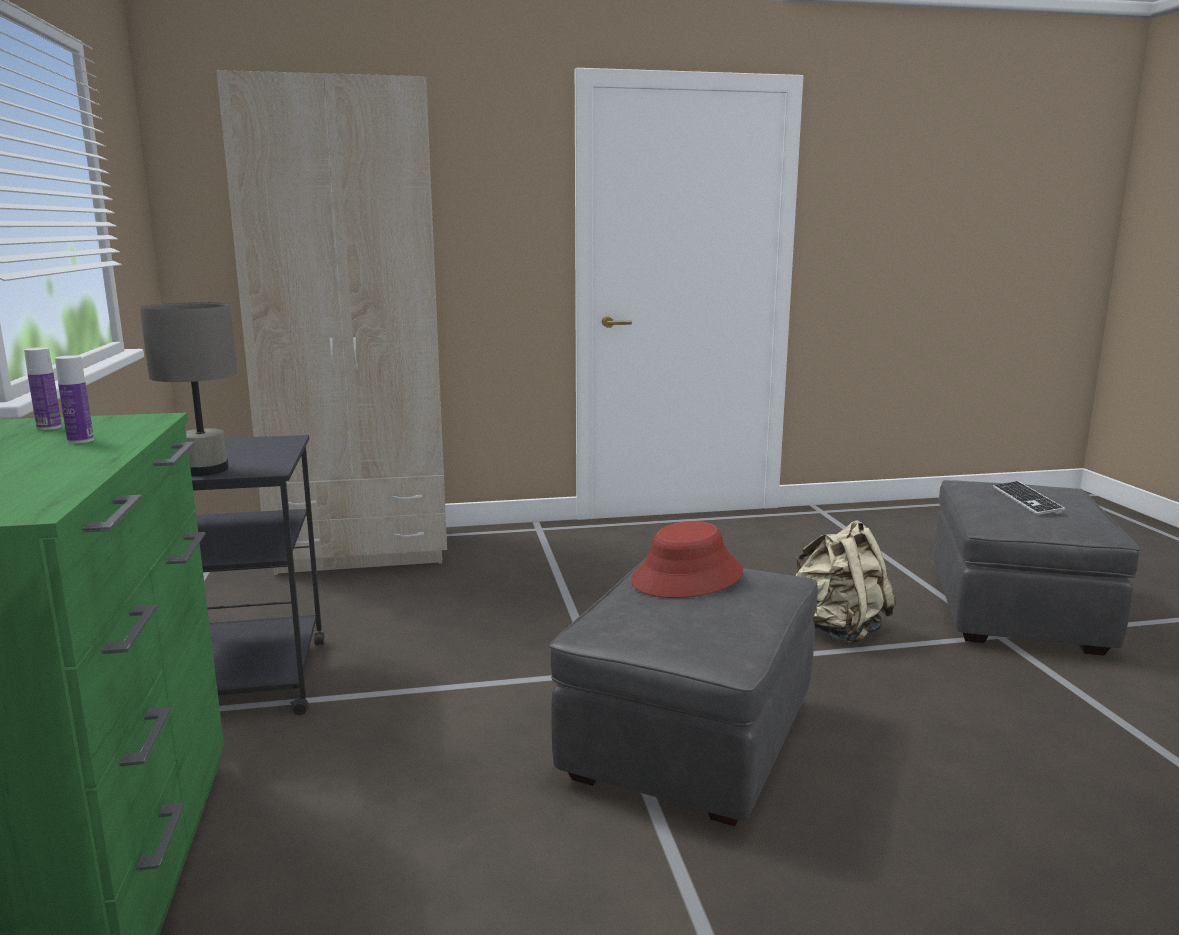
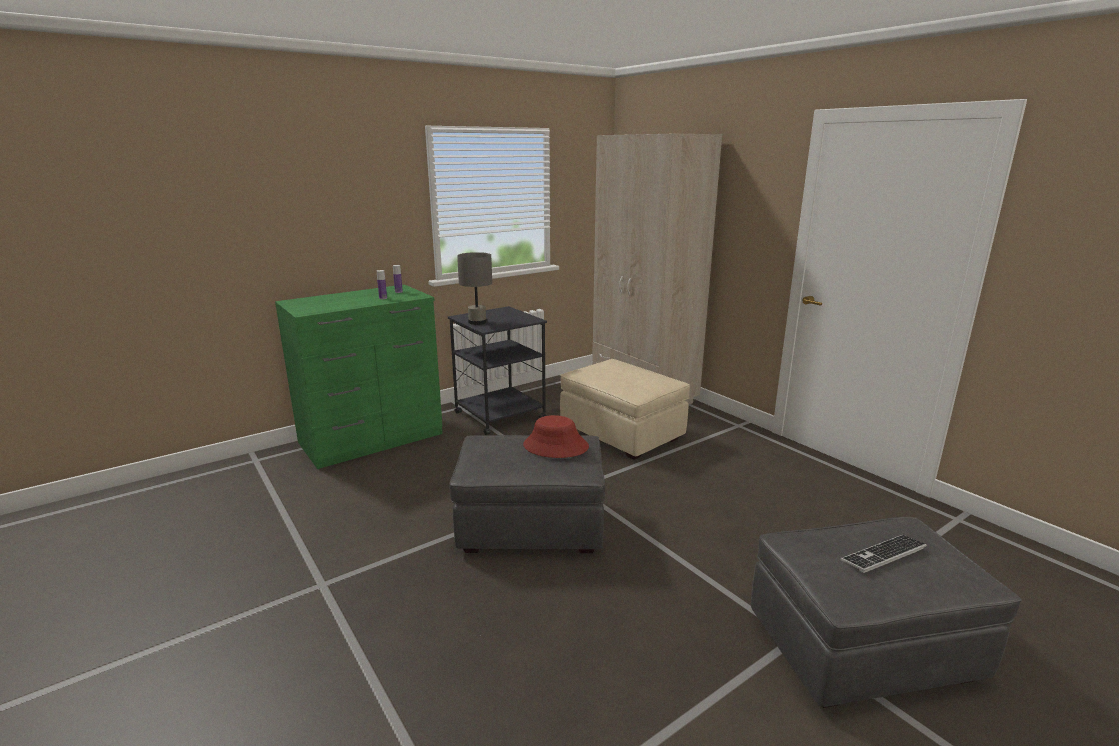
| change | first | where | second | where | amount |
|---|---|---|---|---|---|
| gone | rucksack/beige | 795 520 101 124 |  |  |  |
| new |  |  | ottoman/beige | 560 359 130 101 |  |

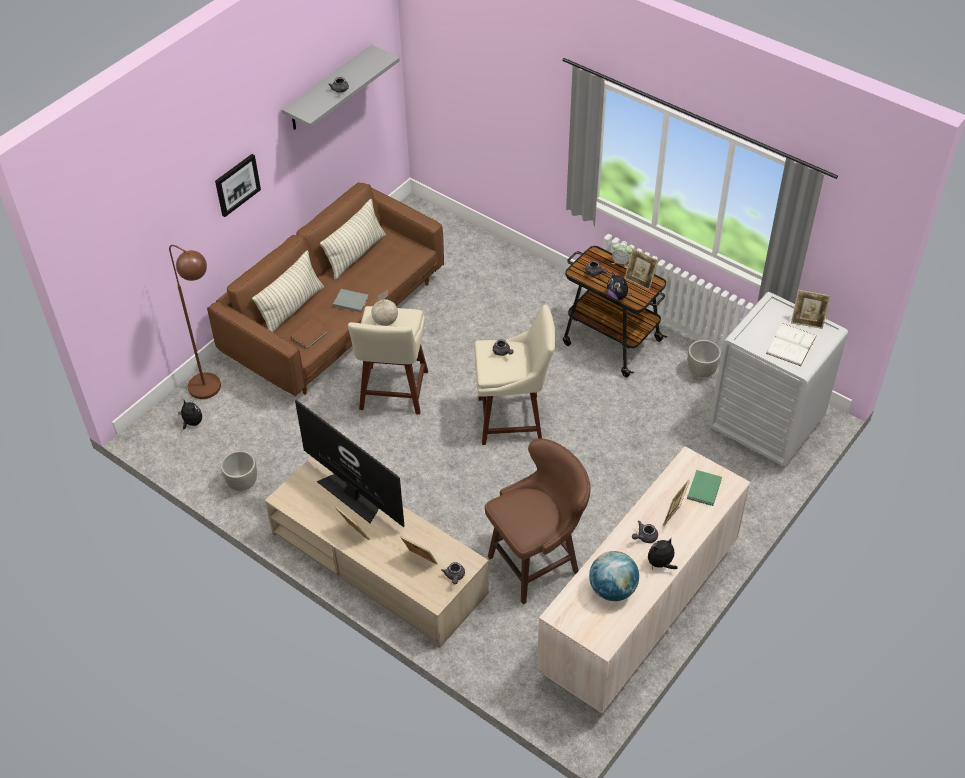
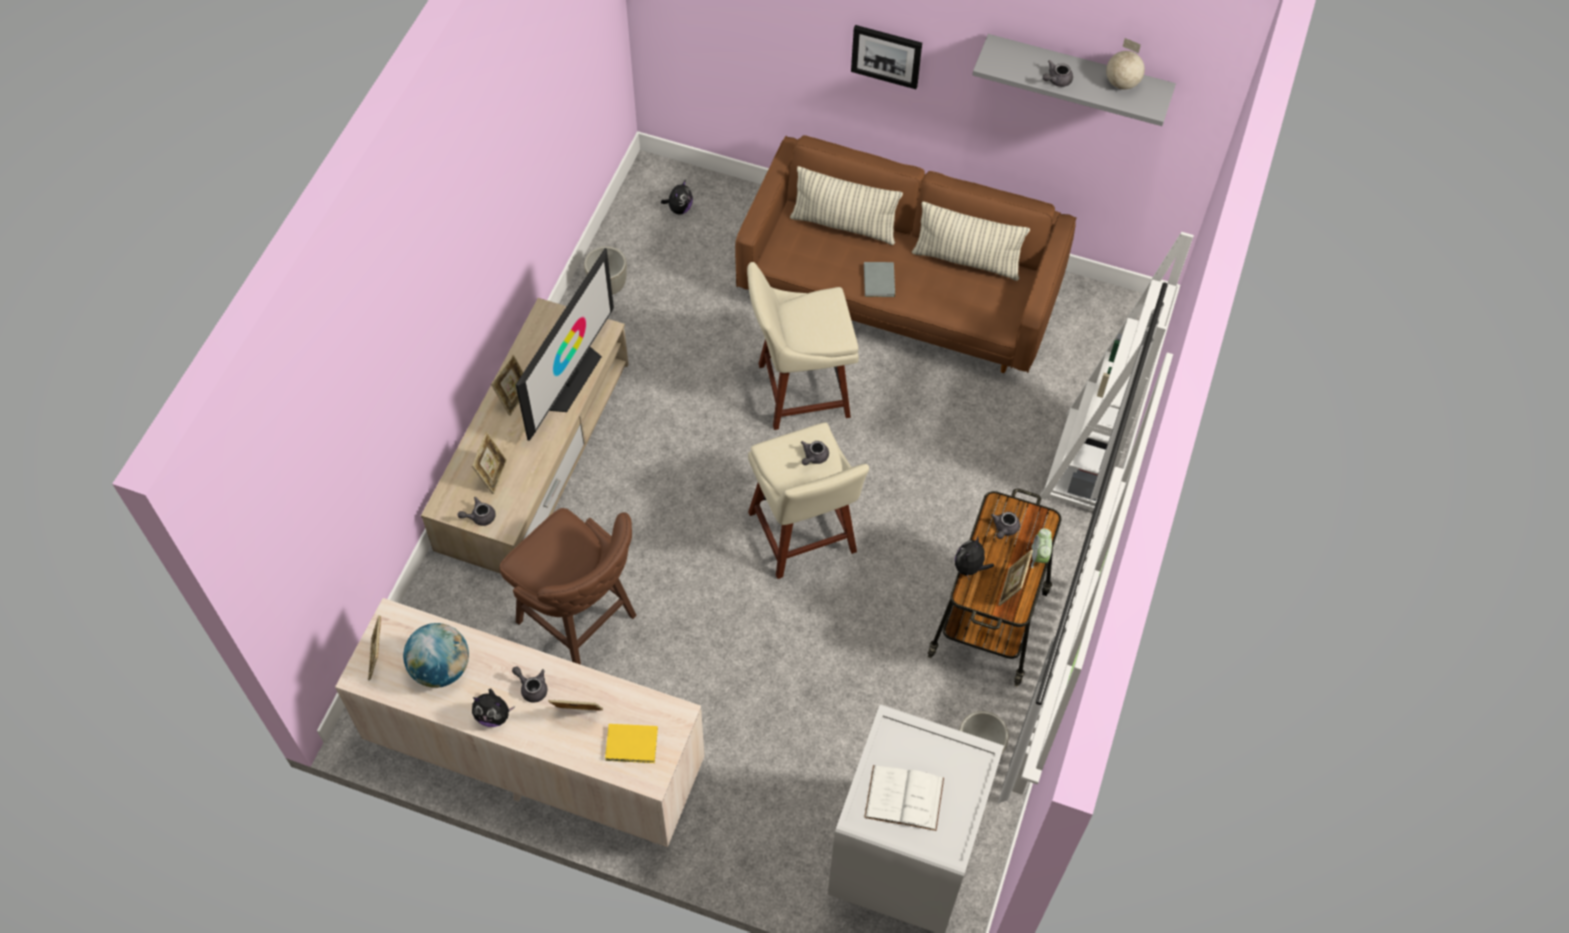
| change | first | where | second | where | amount |
|---|---|---|---|---|---|
| gone | standing lamp/brownish | 169 245 52 154 |  |  |  |
| gone | volume/brownish | 291 320 37 29 |  |  |  |
| new |  |  | bookcase/whitish | 1040 232 154 284 |  |
| shifted | globe | 371 290 27 36 |  | 1106 38 39 51 |  |
| shifted | picture frame | 791 290 39 39 |  | 368 615 13 65 |  |
| repainted | volume/green-coloured | 687 470 35 36 | volume/yellow-coloured | 605 724 53 39 |  |
| rotated | cuddly toy | 648 538 30 32 |  | 472 688 43 39 | 150 degrees clockwise |

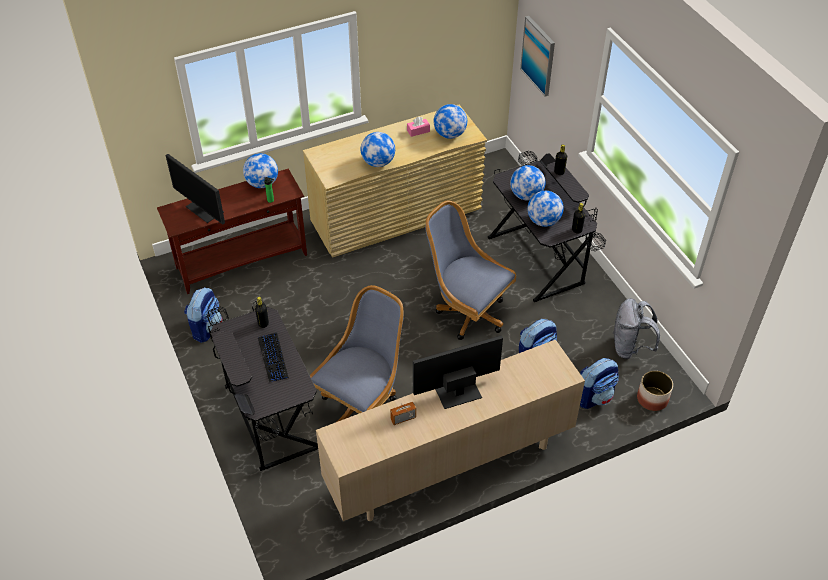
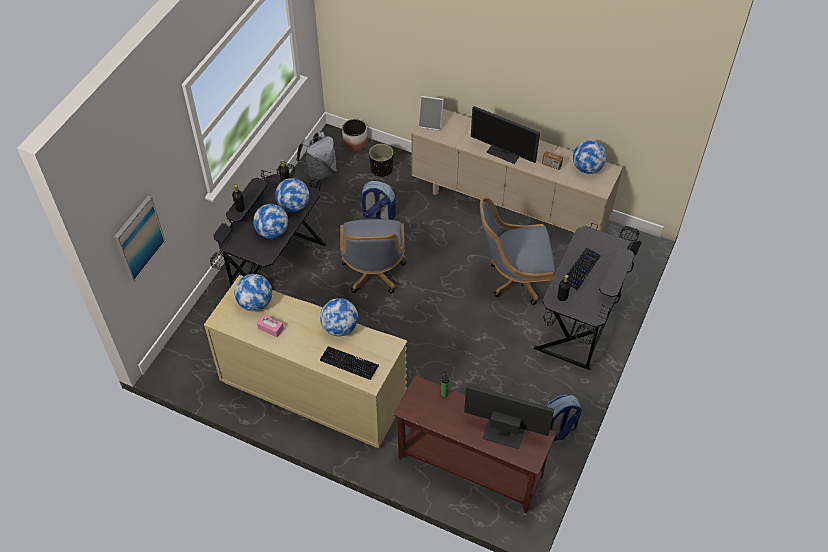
| change | first | where | second | where | amount |
|---|---|---|---|---|---|
| new |  |  | PC keyboard | 320 346 59 34 |  |
| new |  |  | picture frame | 418 95 26 36 |  |
| shifted | globe | 243 153 35 35 |  | 573 140 34 34 |  |
| swapped | rucksack | 580 358 39 51 | flower pot/black | 369 144 24 33 |  |
| rotated | computer screen | 165 154 60 71 |  | 464 385 90 64 | 75 degrees counterclockwise |

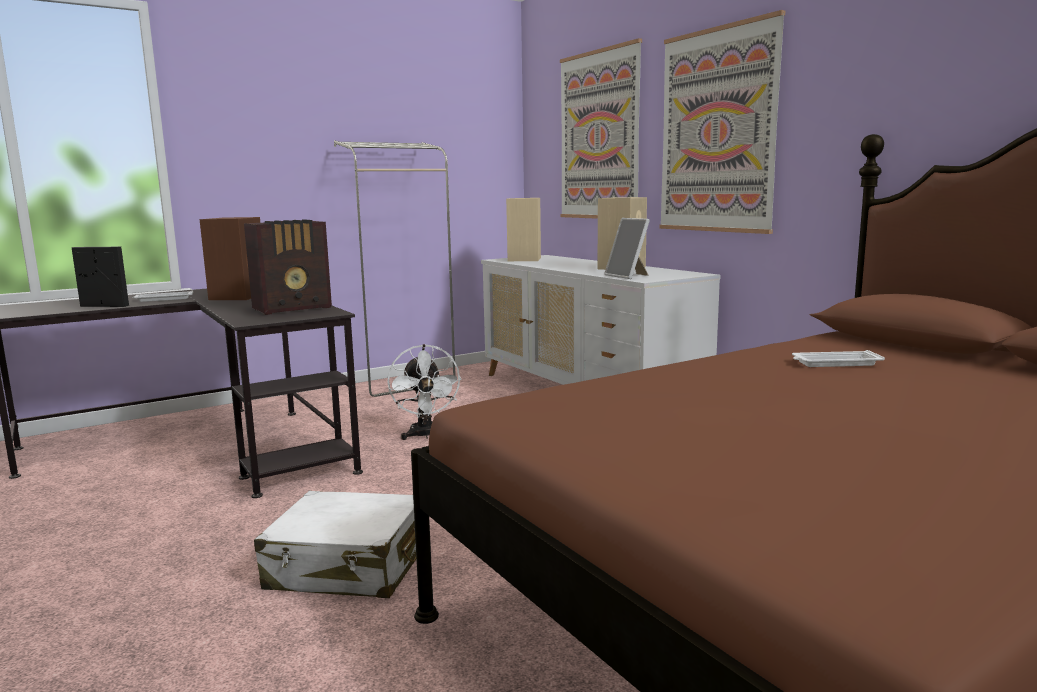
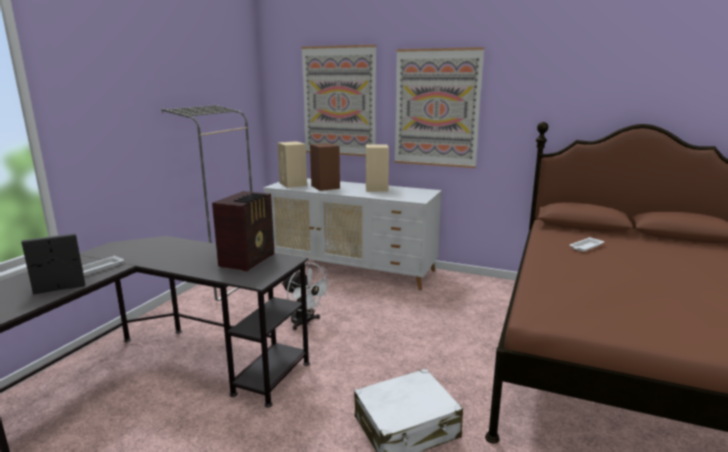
| change | first | where | second | where | amount |
|---|---|---|---|---|---|
| gone | picture frame | 604 218 46 61 |  |  |  |
| shifted | speaker/brownish | 200 217 60 83 |  | 310 143 30 48 |  |

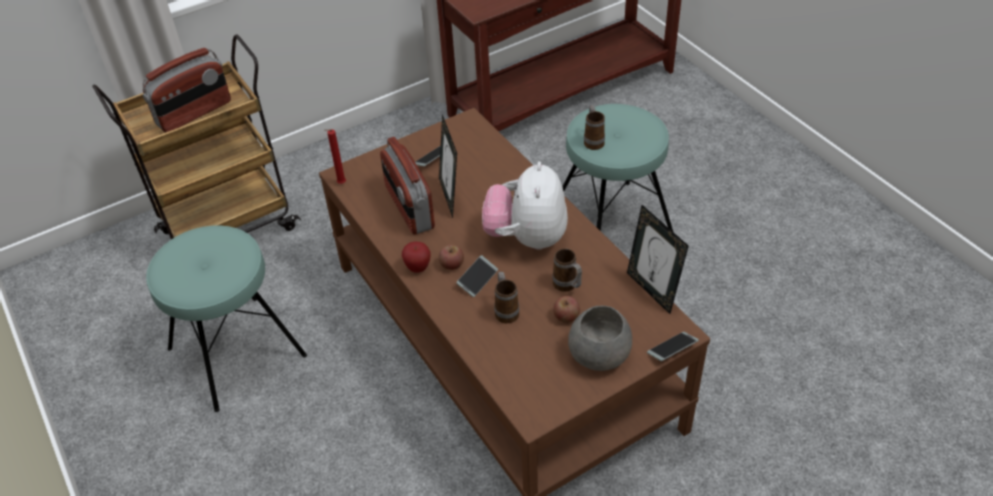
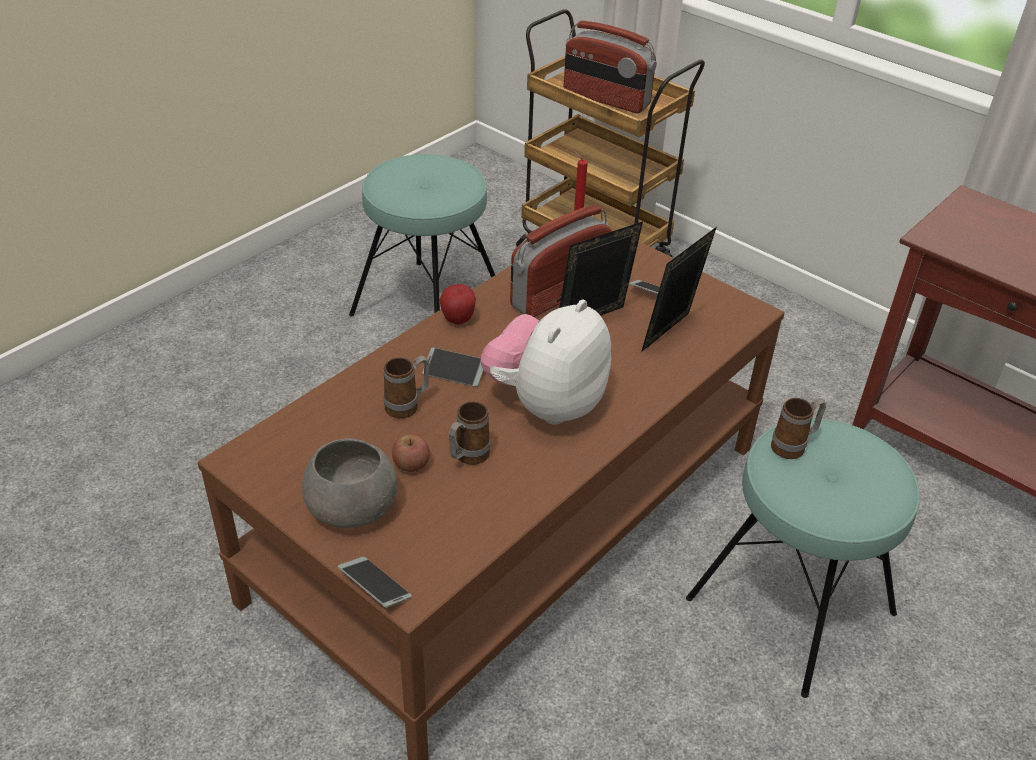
| change | first | where | second | where | amount |
|---|---|---|---|---|---|
| gone | whole apple | 439 245 25 25 |  |  |  |
| shifted | picture frame | 627 205 62 109 |  | 641 227 75 125 |  |
| rotated | cuddly toy | 482 161 86 89 |  | 481 300 131 125 | 45 degrees counterclockwise |

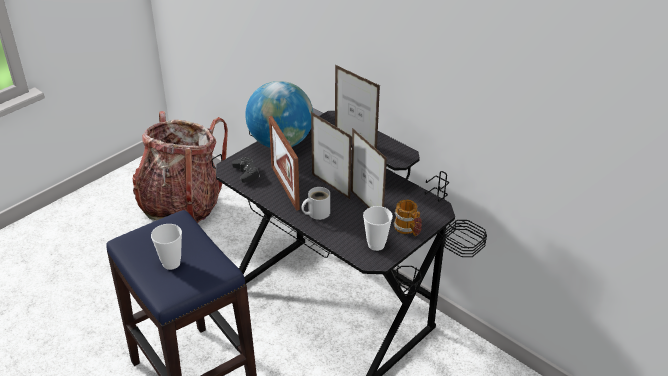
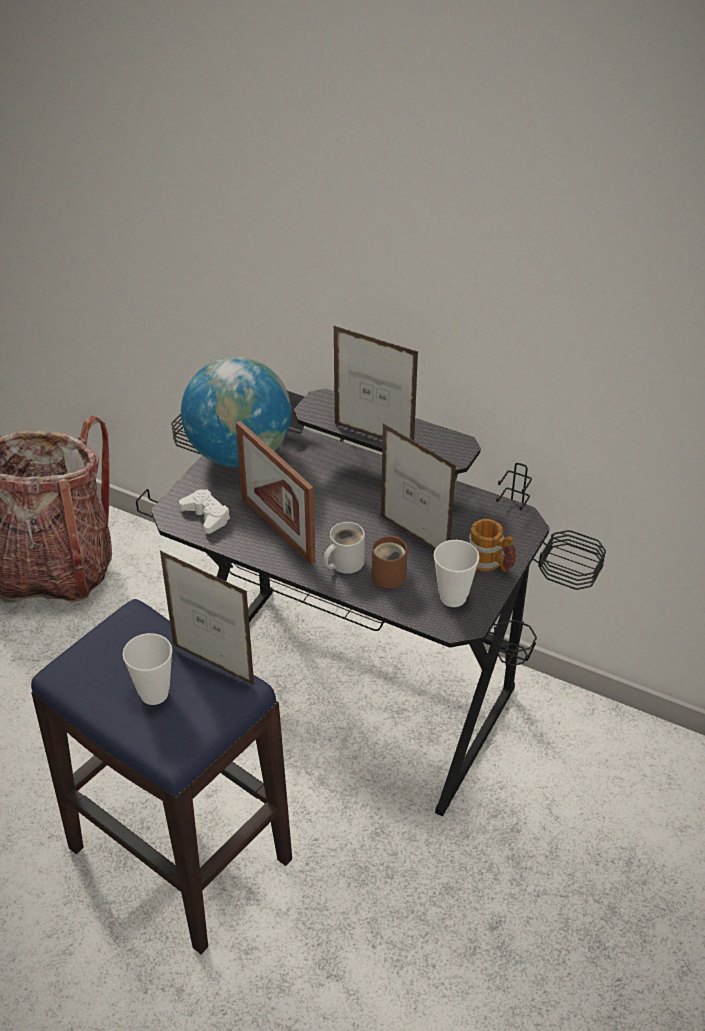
| change | first | where | second | where | amount |
|---|---|---|---|---|---|
| new |  |  | coffee mug/brownish | 372 536 36 53 |  |
| shifted | picture frame | 311 112 41 87 |  | 160 551 95 135 |  |
| repainted | joypad/black | 232 157 28 26 | joypad/whitish | 179 489 51 45 |  |

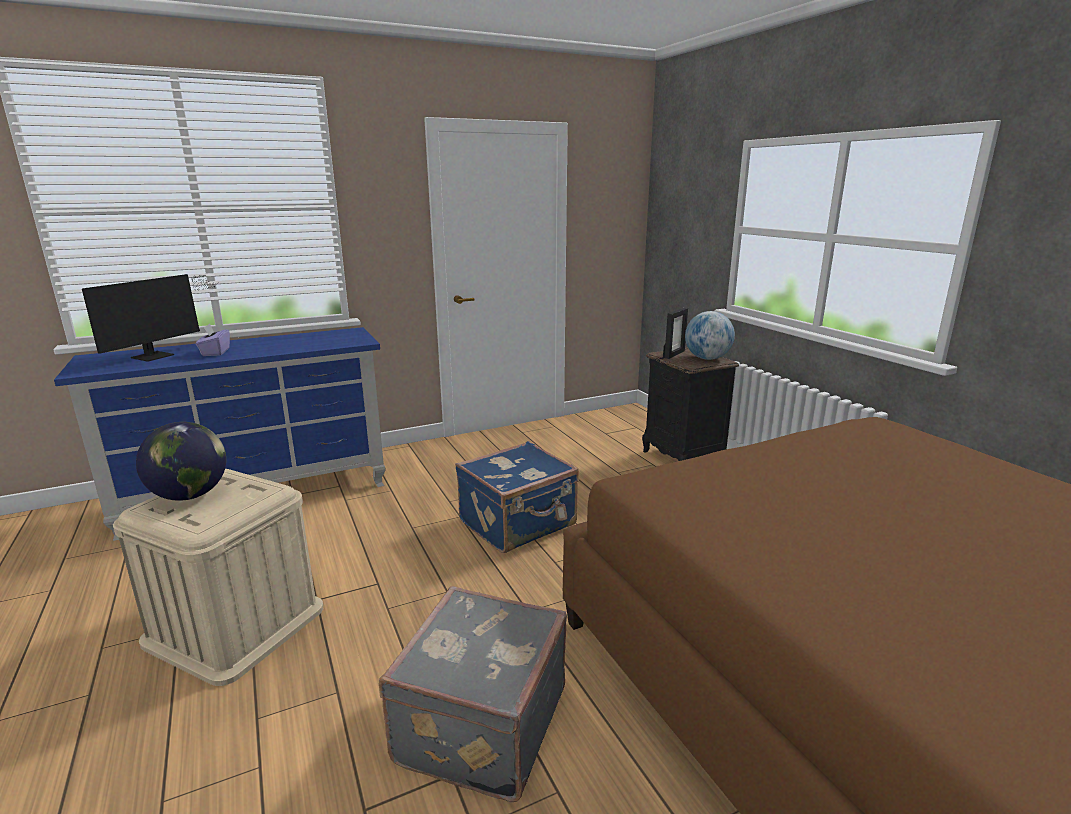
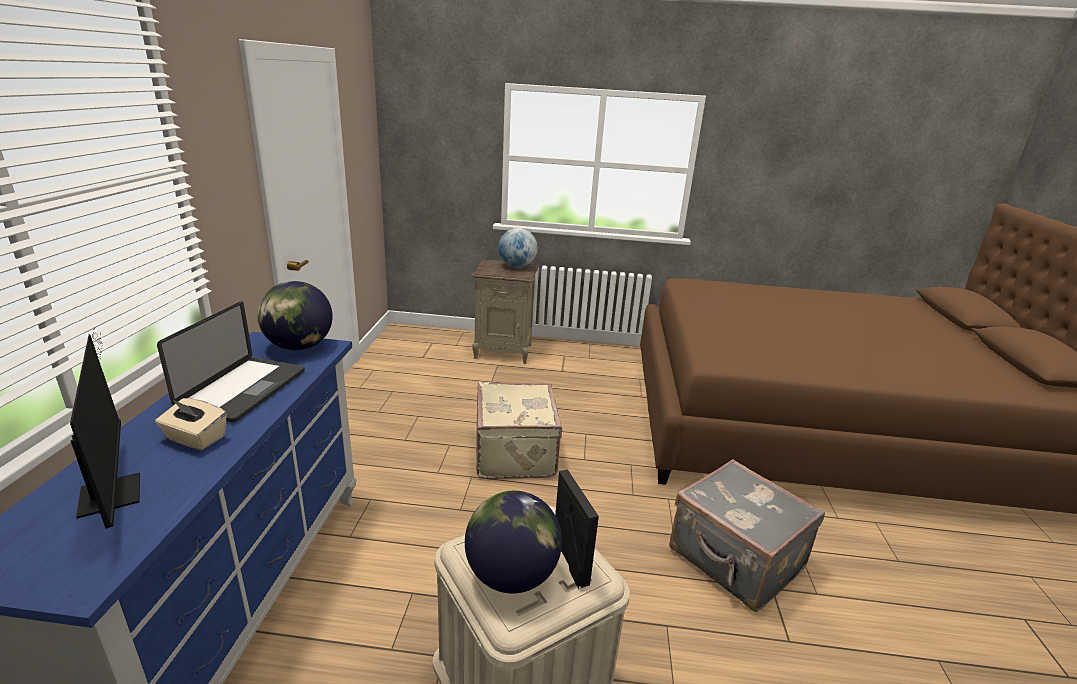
| change | first | where | second | where | amount |
|---|---|---|---|---|---|
| new |  |  | laptop | 157 301 148 122 |  |
| new |  |  | globe | 257 281 76 69 |  |
| shifted | picture frame | 663 308 25 51 |  | 555 470 44 119 |  |
| repainted | tissue holder/purple-coloured | 196 324 34 32 | tissue holder/beige | 155 398 72 52 |  |
| repainted | travel case/bluish | 455 441 124 112 | travel case/beige | 476 382 87 97 |  |
| repainted | nightstand/black | 642 347 97 114 | nightstand/beige | 472 260 67 104 |  |

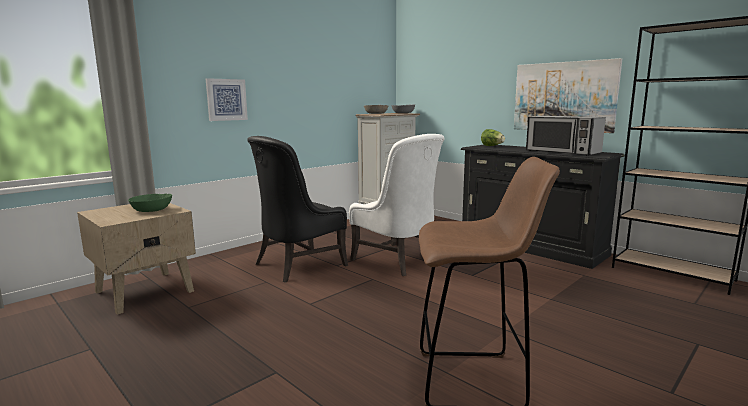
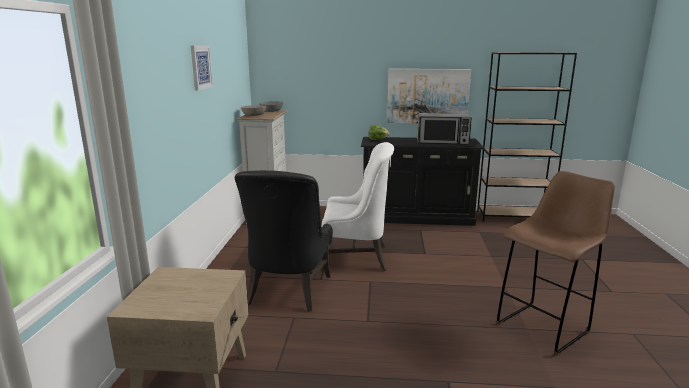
| change | first | where | second | where | amount |
|---|---|---|---|---|---|
| gone | deep dish/green-coloured | 128 193 44 19 |  |  |  |
| shifted | wall art | 206 78 42 43 |  | 191 46 22 45 |  |

